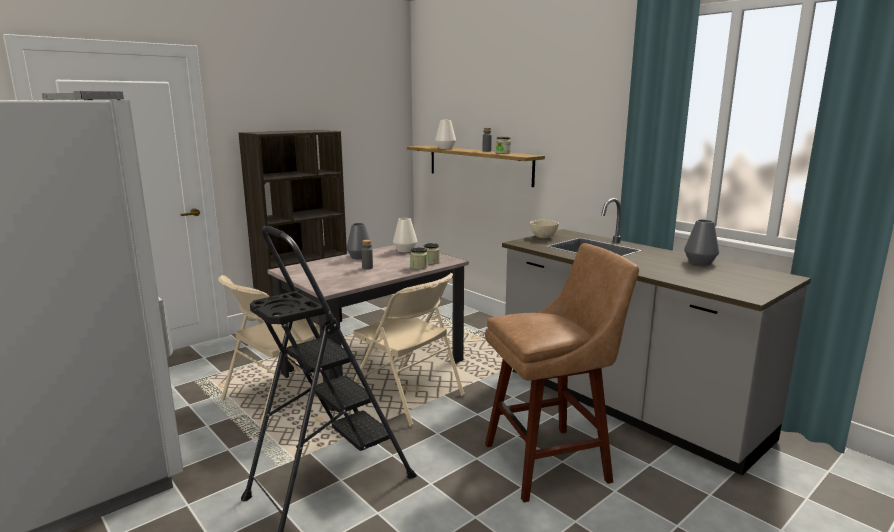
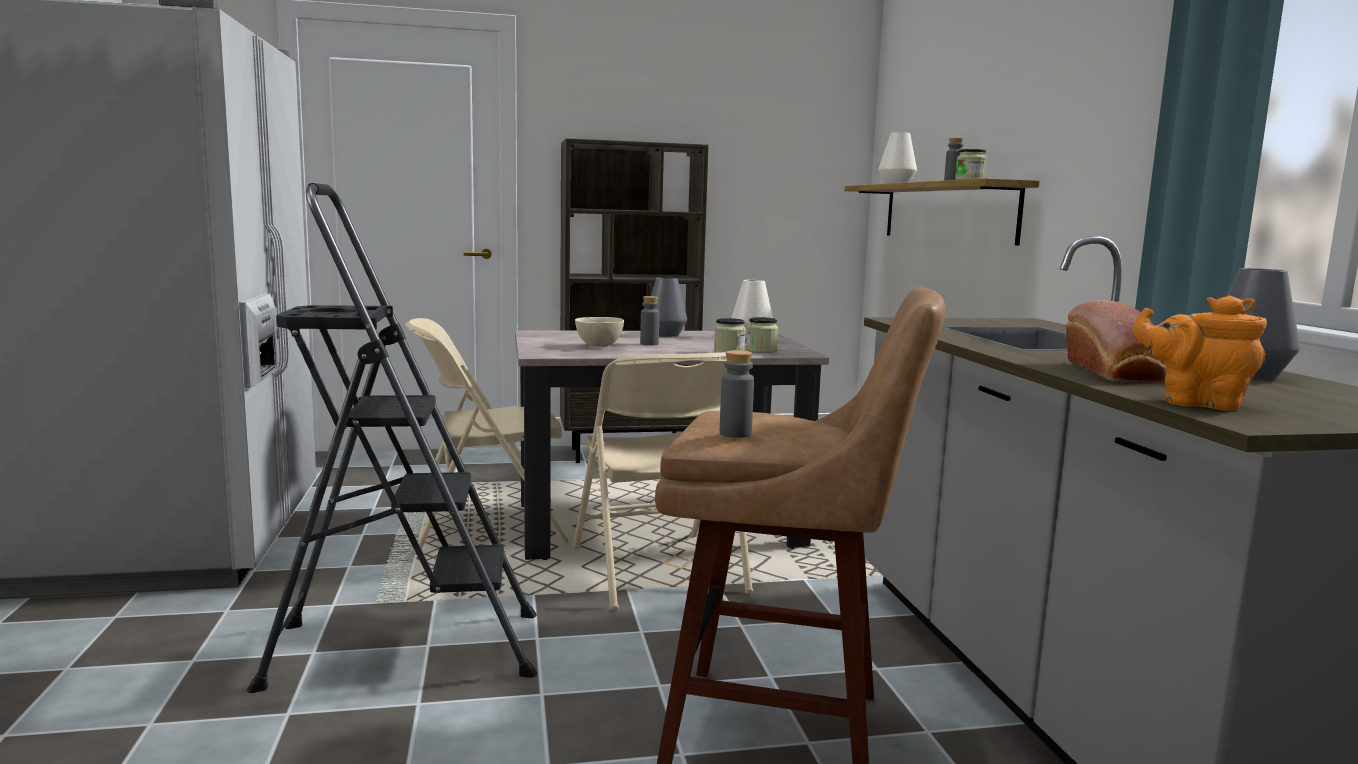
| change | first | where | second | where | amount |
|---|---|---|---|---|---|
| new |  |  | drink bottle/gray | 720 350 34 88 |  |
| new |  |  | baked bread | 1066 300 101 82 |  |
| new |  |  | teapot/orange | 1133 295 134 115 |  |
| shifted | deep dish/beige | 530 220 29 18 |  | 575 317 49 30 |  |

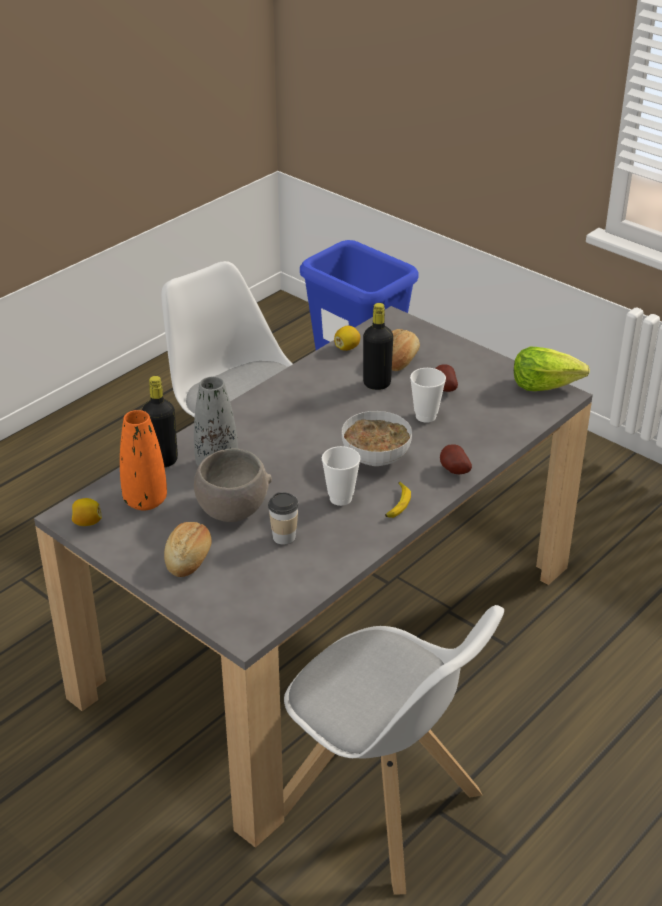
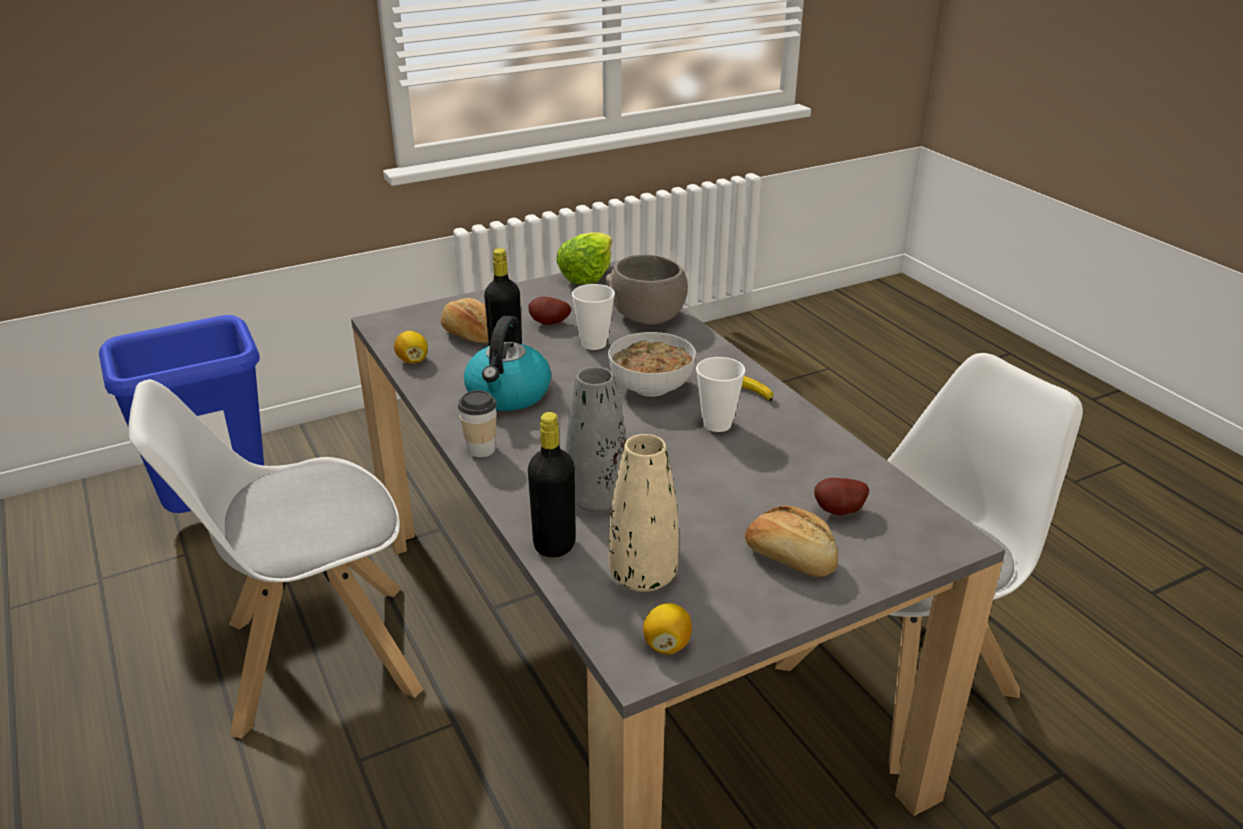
| change | first | where | second | where | amount |
|---|---|---|---|---|---|
| new |  |  | tea kettle | 464 316 87 95 |  |
| shifted | deep dish/gray | 194 448 78 74 |  | 606 254 82 71 |  |
| shifted | small cup | 268 492 31 53 |  | 458 390 39 68 |  |
| shifted | potato | 440 444 32 30 |  | 814 478 55 37 |  |
| repainted | vase/orange | 120 410 47 101 | vase/beige | 609 434 70 158 |  |

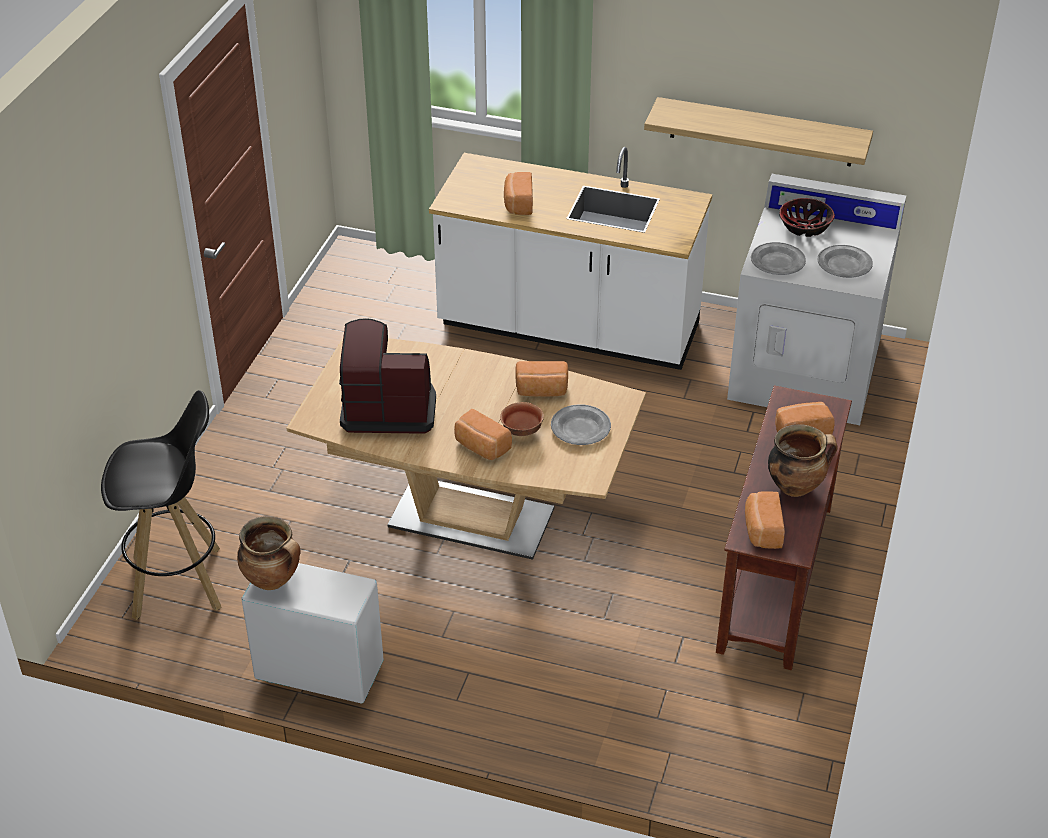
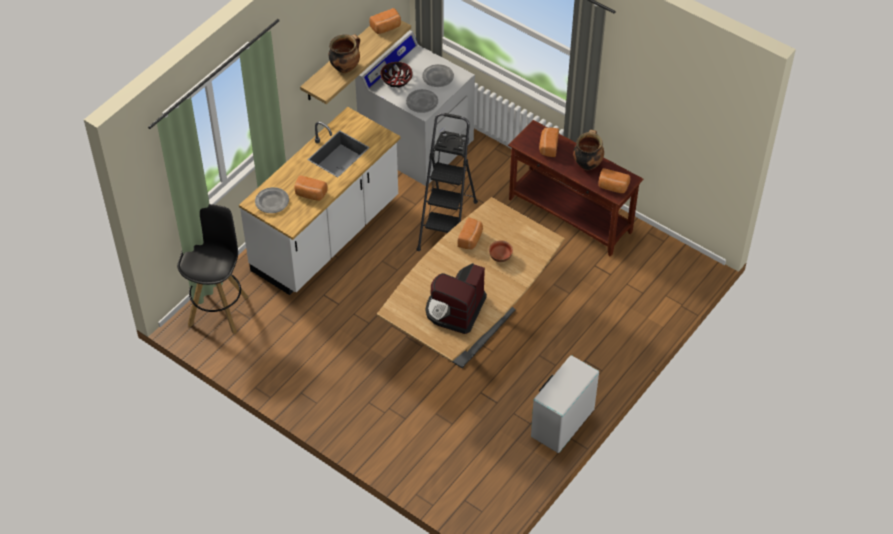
| change | first | where | second | where | amount |
|---|---|---|---|---|---|
| new |  |  | step ladder | 416 113 62 138 |  |
| shifted | stool seat/black | 101 390 120 230 |  | 177 204 72 130 |  |
| shifted | cooking pot | 237 516 64 74 |  | 329 34 31 39 |  |
| shifted | baked bread | 454 409 58 51 |  | 369 8 32 26 |  |
| shifted | dinner plate/gray | 551 404 60 41 |  | 255 187 34 26 |  |

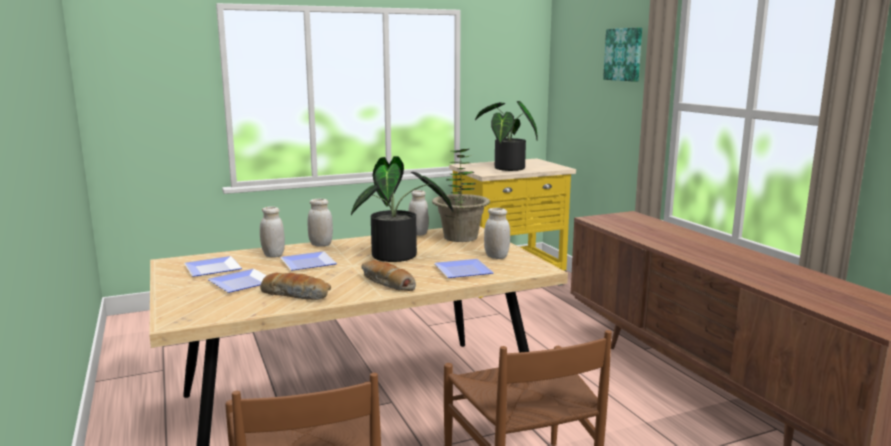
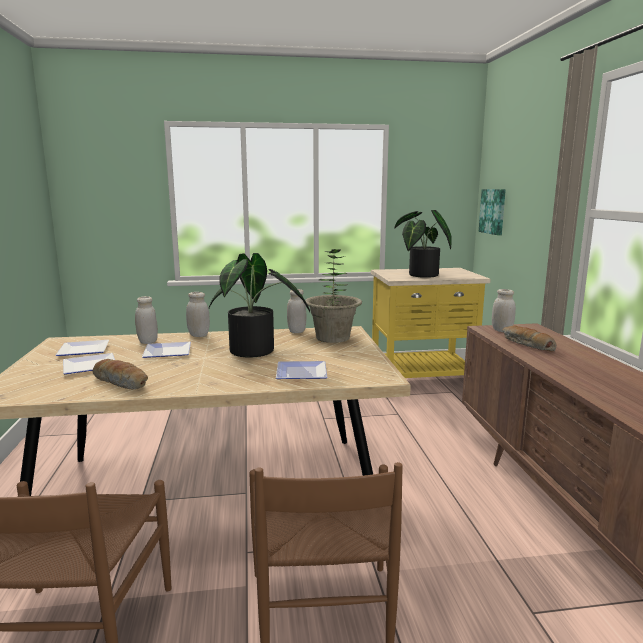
| change | first | where | second | where | amount |
|---|---|---|---|---|---|
| shifted | baked bread | 361 260 55 31 |  | 502 325 54 27 |  |
| shifted | preserve jar/whitish | 484 208 26 51 |  | 492 289 24 43 |  |
| shifted | wall art | 603 27 39 55 |  | 479 189 27 46 |  |

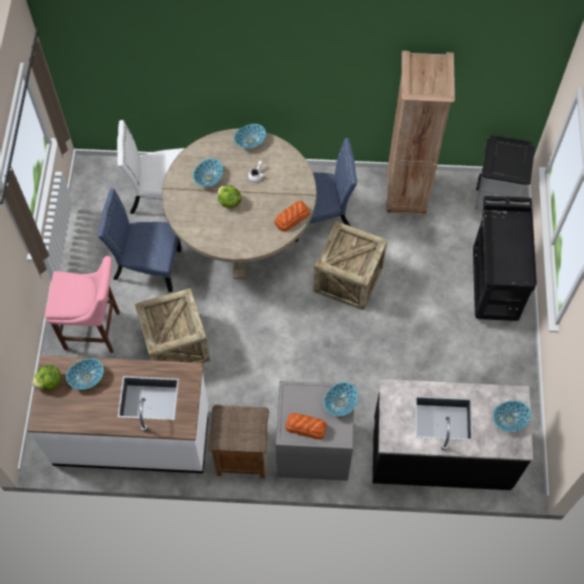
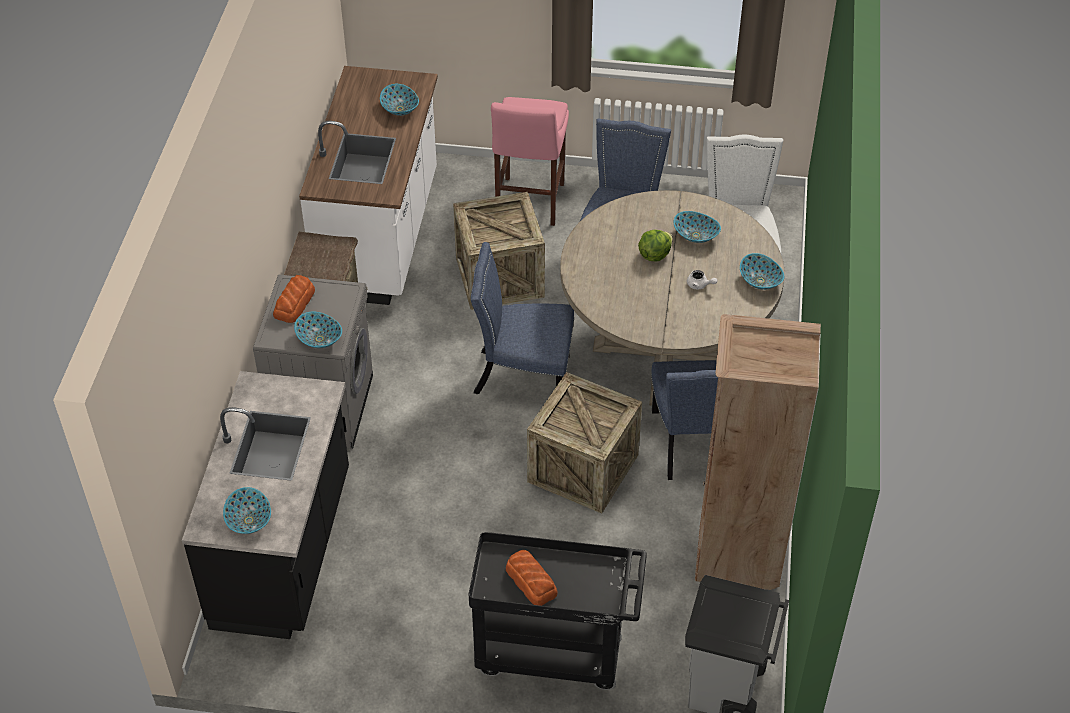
| change | first | where | second | where | amount |
|---|---|---|---|---|---|
| gone | lettuce | 32 365 29 25 |  |  |  |
| new |  |  | upright chair/bluish | 471 242 103 152 |  |
| shifted | baked bread | 274 201 36 31 |  | 506 550 52 56 |  |

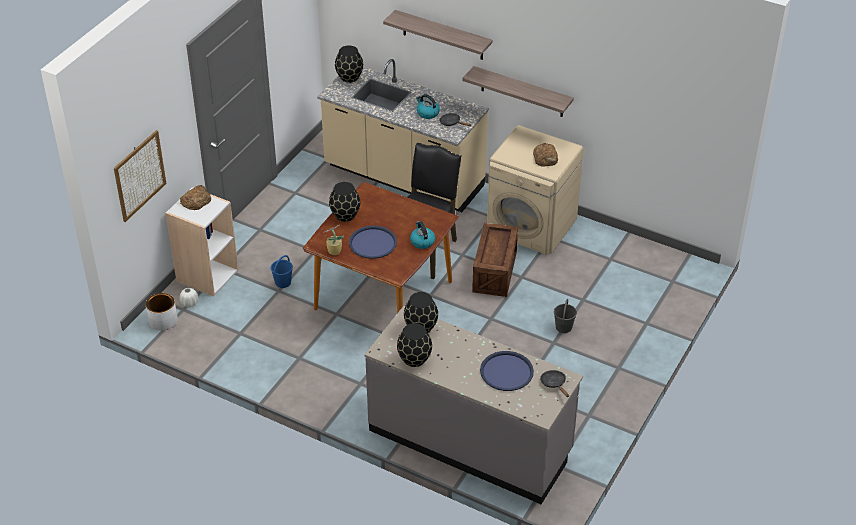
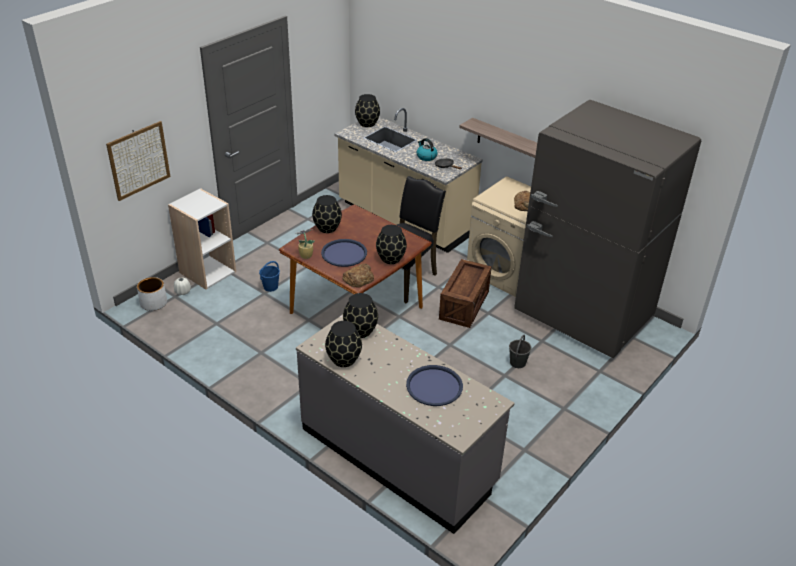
| change | first | where | second | where | amount |
|---|---|---|---|---|---|
| gone | bracket shelf | 383 10 110 50 |  |  |  |
| gone | frying pan/black | 540 370 29 27 |  |  |  |
| new |  |  | kitchen fridge/gray | 514 100 187 258 |  |
| shifted | baked bread | 180 185 31 25 |  | 342 264 32 24 |  |
| swapped | tea kettle | 410 221 25 28 | vase/black | 376 225 31 39 |  |

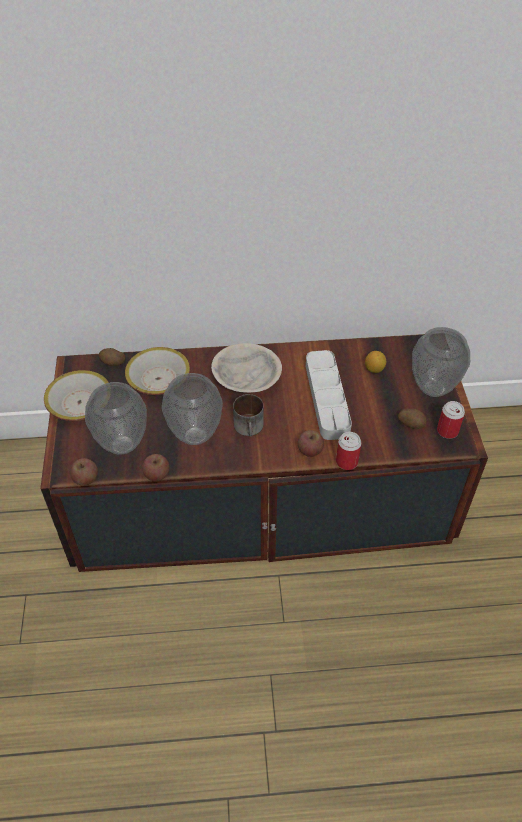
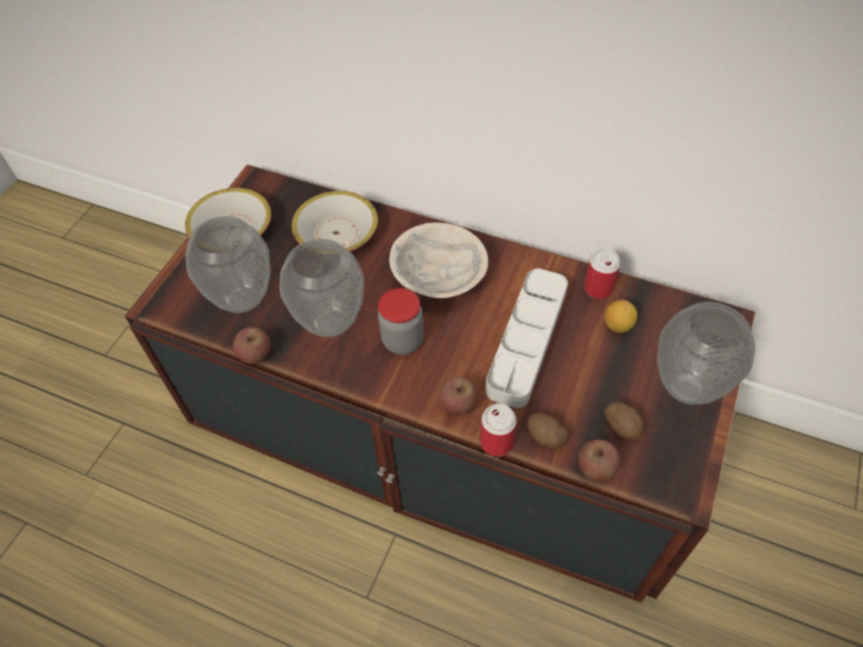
| change | first | where | second | where | amount |
|---|---|---|---|---|---|
| shifted | whole apple | 70 458 28 28 |  | 578 439 42 42 |  |
| shifted | potato | 99 348 27 18 |  | 527 413 42 35 |  |
| shifted | can | 437 401 28 38 |  | 584 248 37 51 |  |
| swapped | coffee mug | 233 394 31 42 | preserve jar | 378 288 46 67 |  |

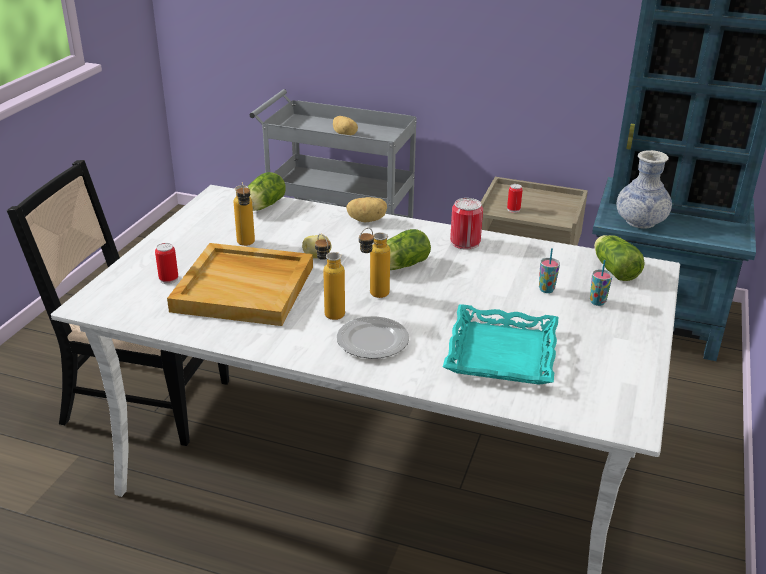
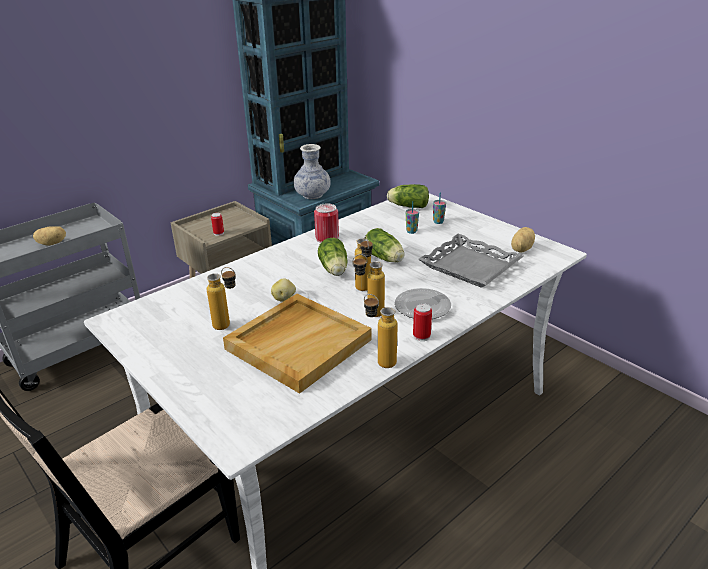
| change | first | where | second | where | amount |
|---|---|---|---|---|---|
| new |  |  | drink bottle | 364 294 34 74 |  |
| shifted | can | 155 243 23 41 |  | 413 303 19 38 |  |
| shifted | lettuce | 248 172 37 39 |  | 365 228 40 34 |  |
| shifted | potato | 346 197 41 25 |  | 511 227 24 26 |  |
| repainted | carrying tray/turquoise | 443 304 115 81 | carrying tray/gray | 418 234 106 54 |  |

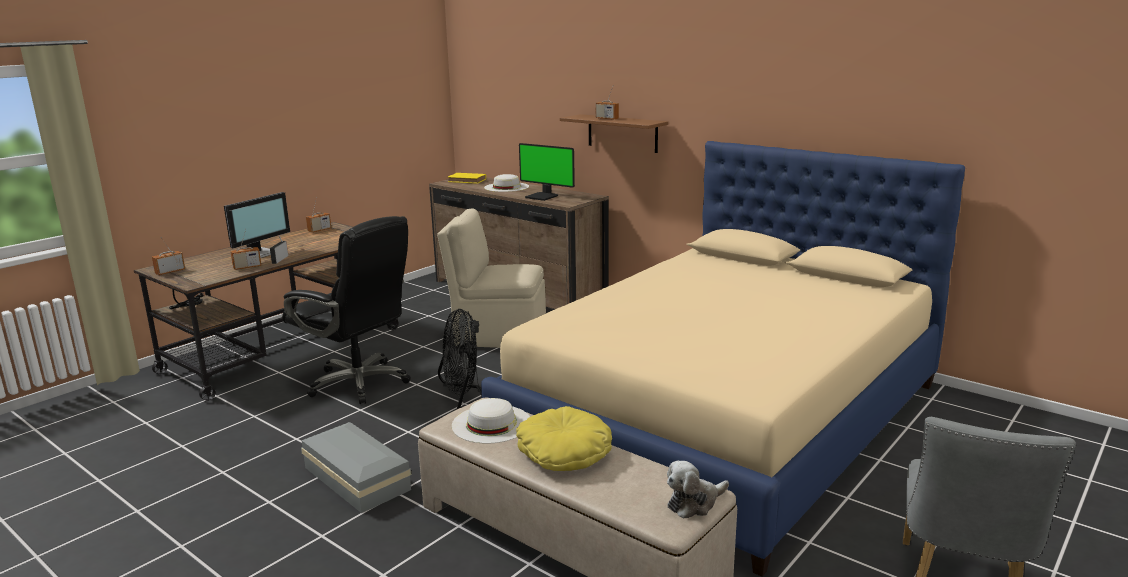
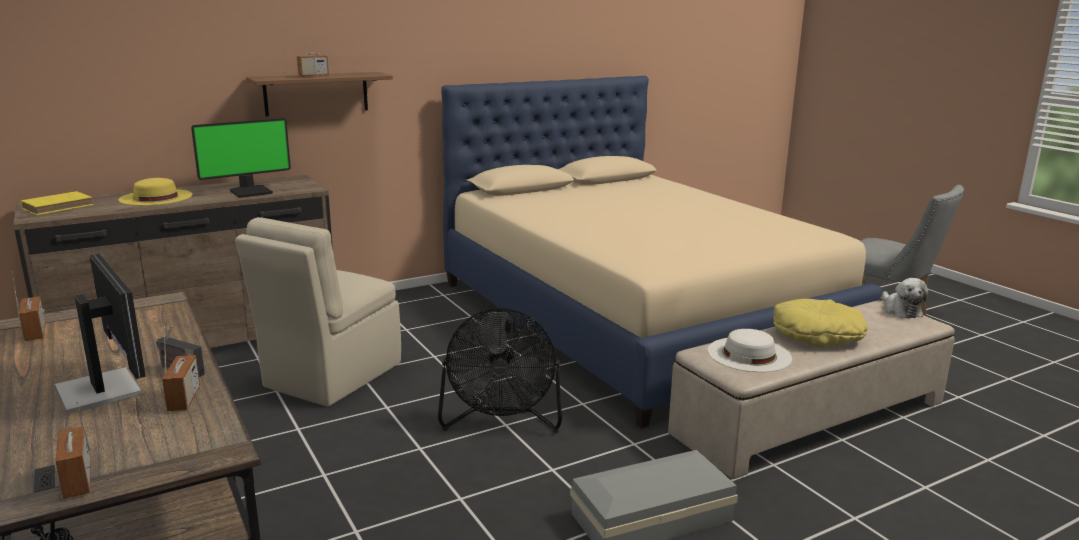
| change | first | where | second | where | amount |
|---|---|---|---|---|---|
| gone | computer chair/black | 282 216 129 188 |  |  |  |
| repainted | clothing hat/whitish | 484 174 45 18 | clothing hat/yellow-coloured | 119 178 74 28 |  |

